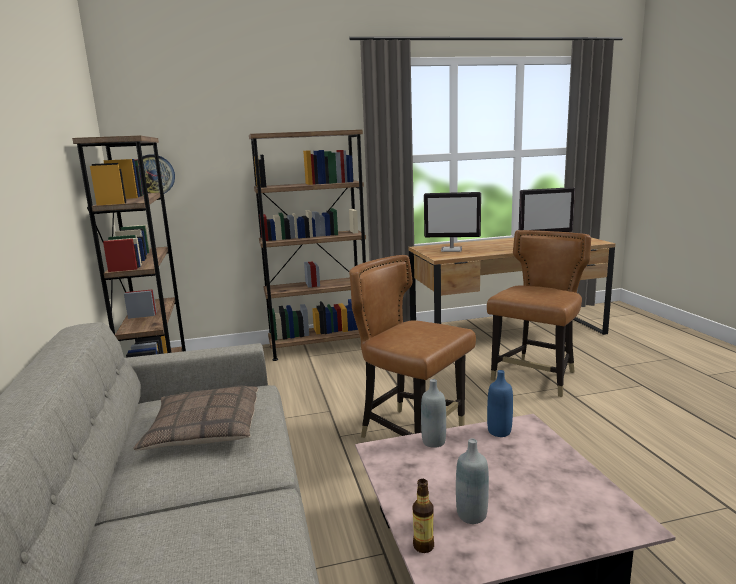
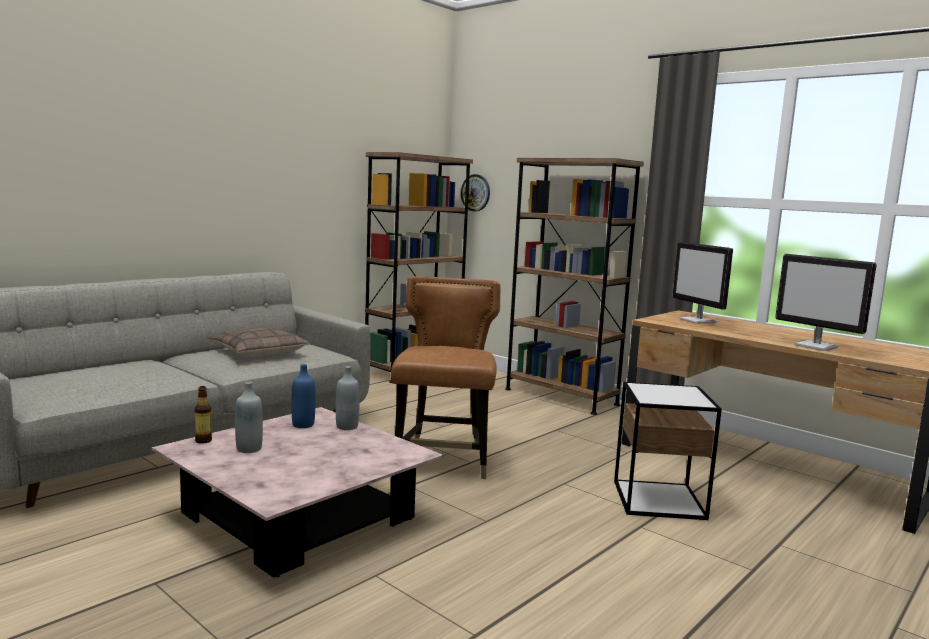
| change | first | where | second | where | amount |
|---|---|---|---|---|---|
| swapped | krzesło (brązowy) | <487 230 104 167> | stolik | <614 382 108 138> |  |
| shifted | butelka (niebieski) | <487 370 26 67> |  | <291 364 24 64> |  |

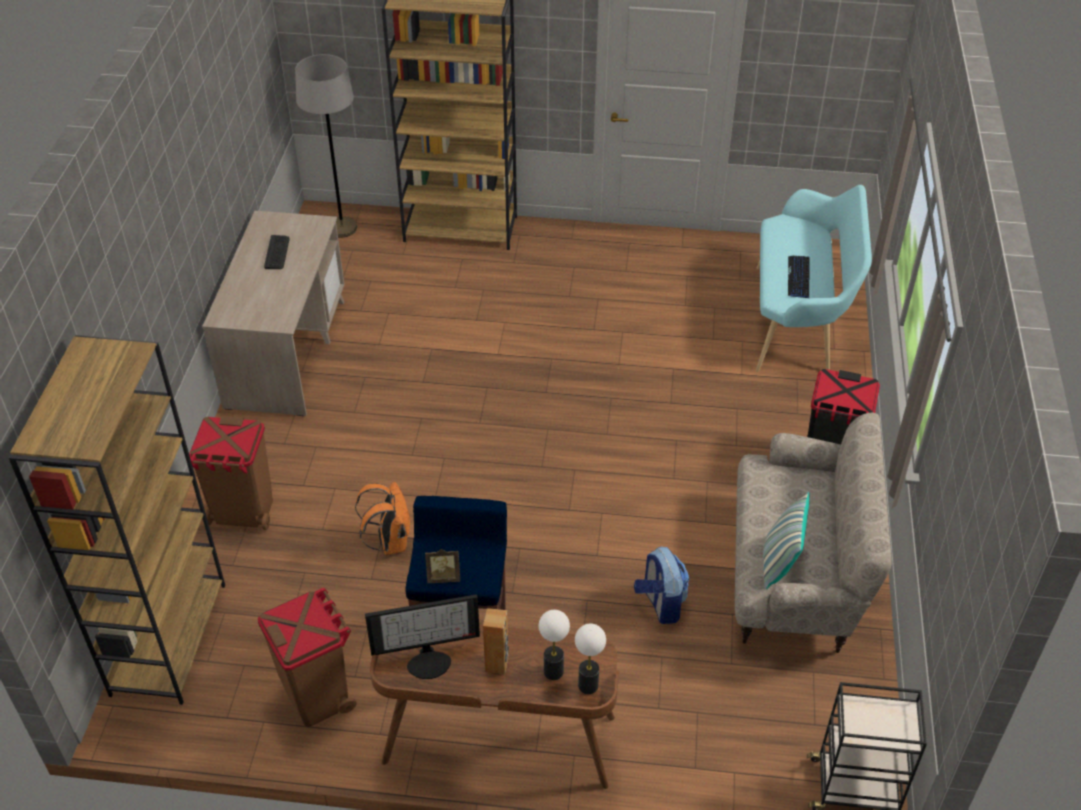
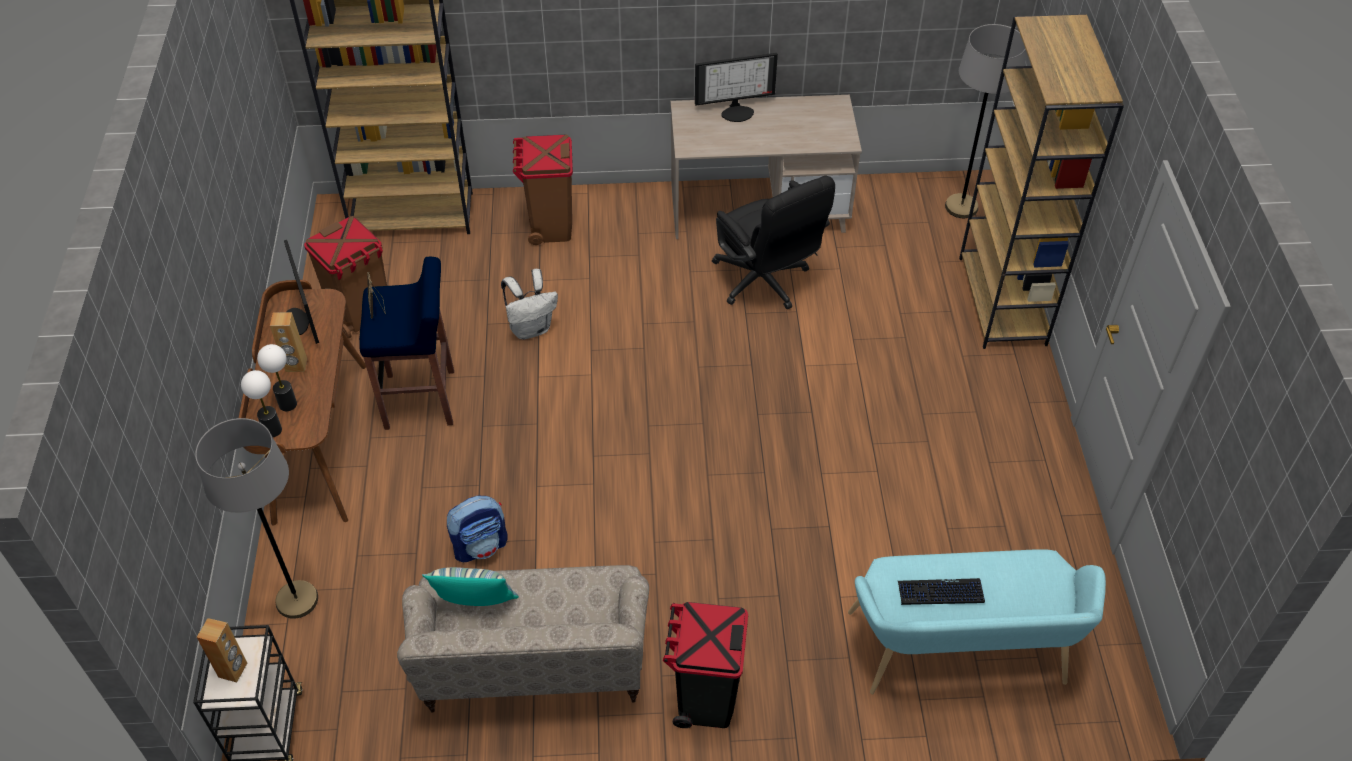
| change | first | where | second | where | amount |
|---|---|---|---|---|---|
| gone | klawiatura | <264 235 26 34> |  |  |  |
| repainted | plecak (pomarańczowy) | <355 482 55 73> | plecak (biały) | <501 269 57 71> |  |
| new |  |  | monitor | <695 53 83 69> |  |
| new |  |  | krzesło biurowe (czarny) | <712 176 123 133> |  |
| new |  |  | lampa stojąca (szary) | <195 418 123 201> |  |
| new |  |  | głośnik (brązowy) | <197 618 50 64> |  |

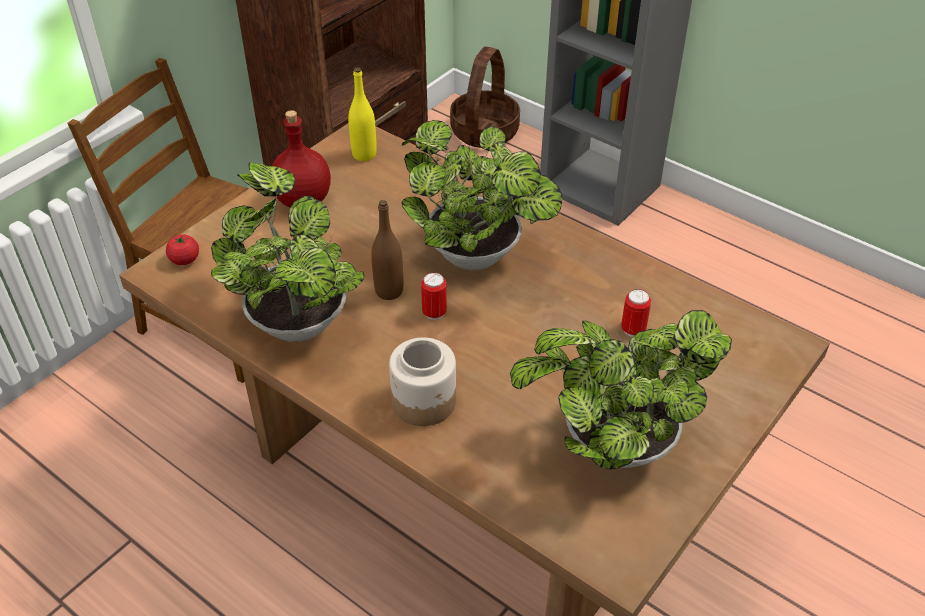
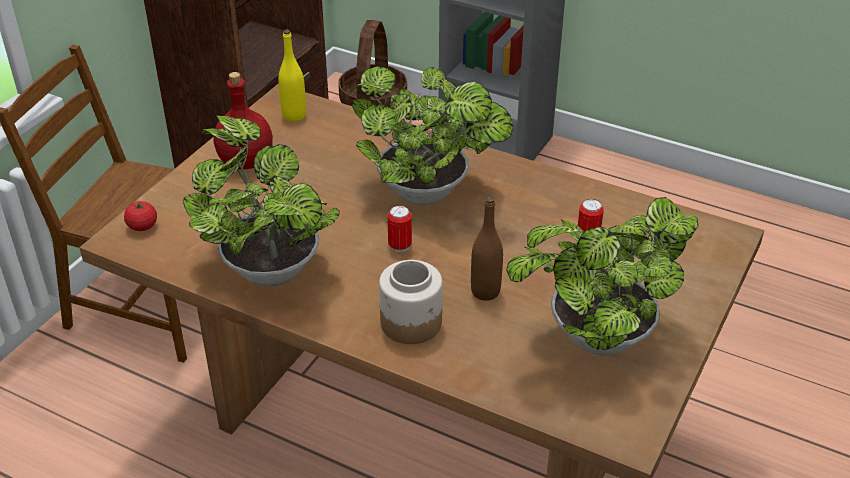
| change | first | where | second | where | amount |
|---|---|---|---|---|---|
| shifted | butelka (brązowy) | <371 200 32 100> |  | <471 197 32 104> |  |

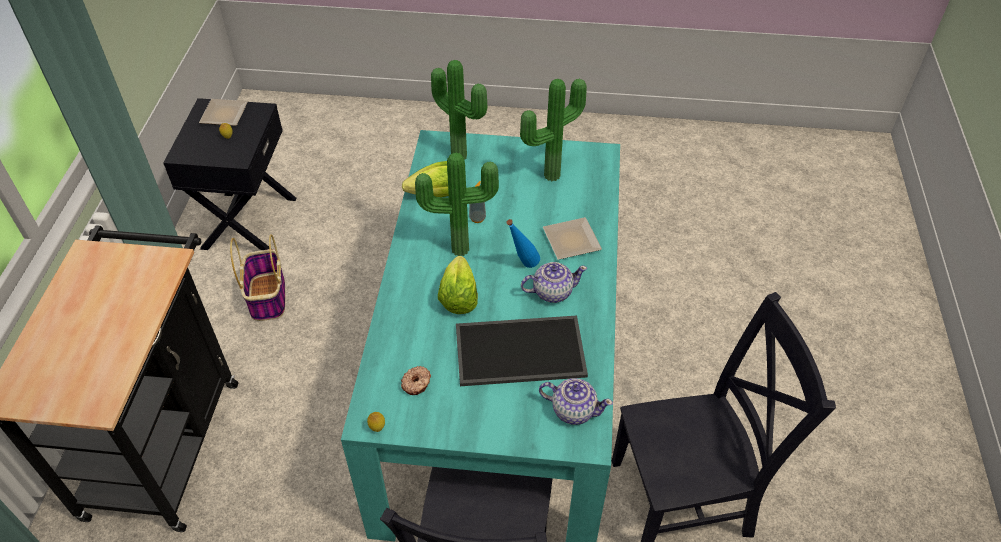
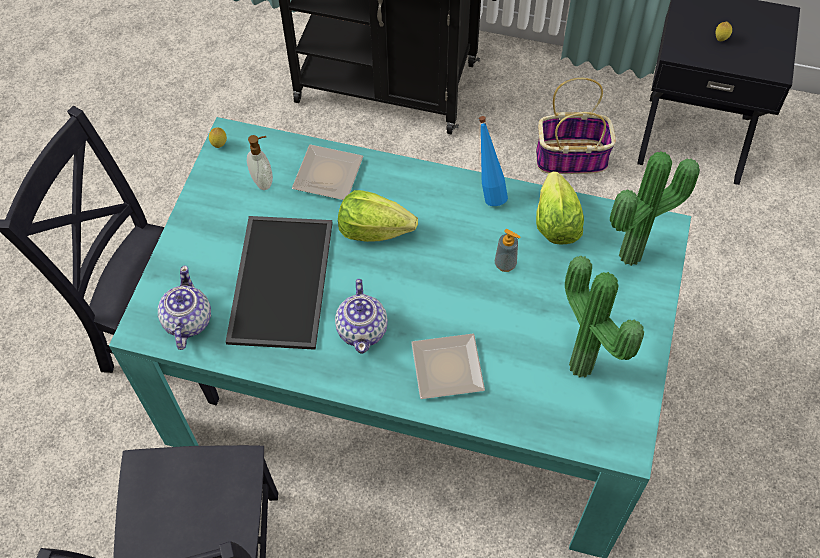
| change | first | where | second | where | amount |
|---|---|---|---|---|---|
| shifted | talerz | <199 99 49 27> |  | <292 144 71 56> |  |
| gone | roślina doniczkowa | <415 152 84 104> |  |  |  |
| shifted | butelka (niebieski) | <506 219 34 49> |  | <478 116 30 90> |  |
| swapped | donut | <401 366 30 29> | dozownik mydła | <247 135 26 55> |  |
| rotated | imbryk | <539 378 74 47> |  | <158 265 53 85> | 150 degrees clockwise |

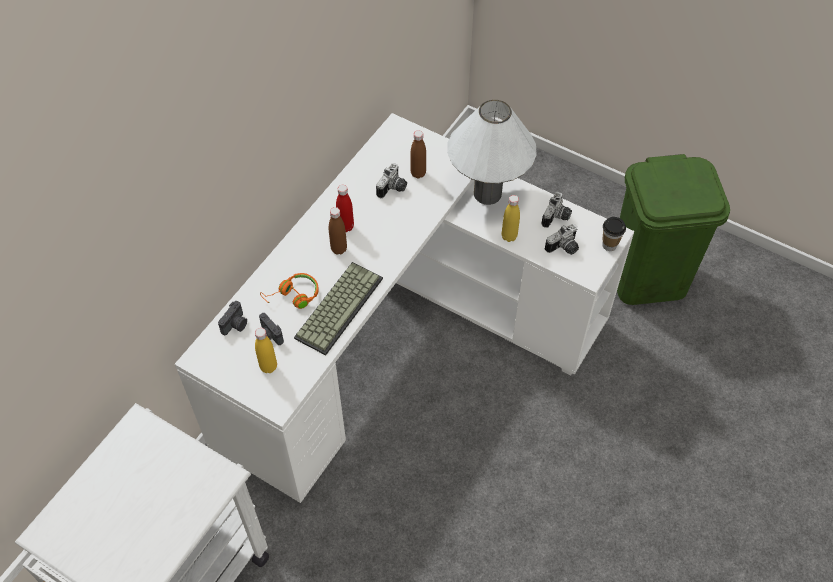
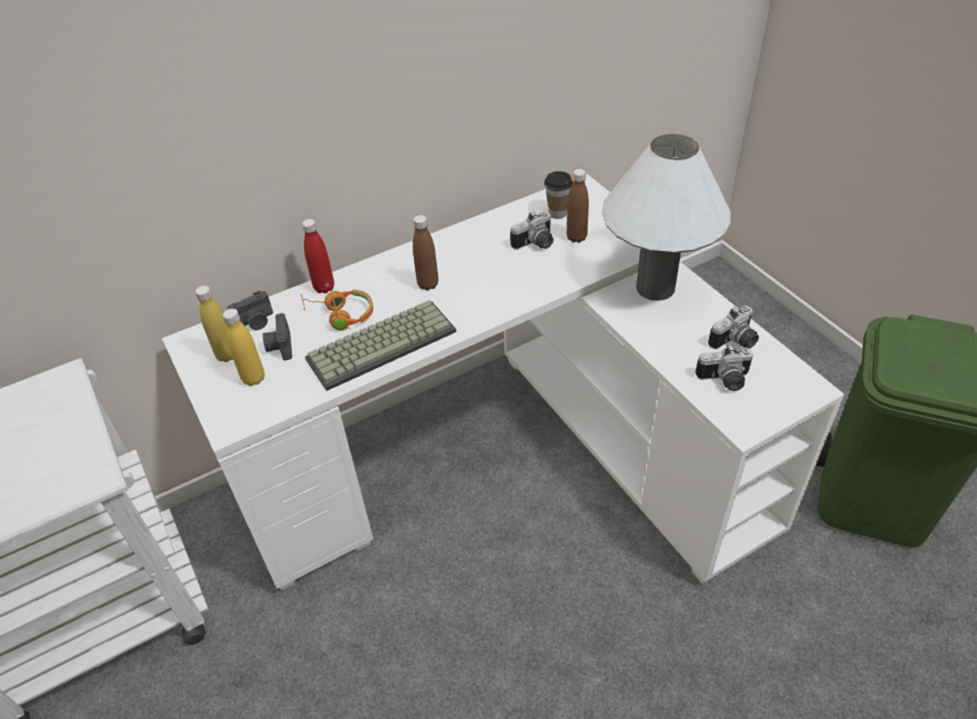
| change | first | where | second | where | amount |
|---|---|---|---|---|---|
| shifted | butelka (czerwony) | <336 185 18 47> |  | <302 219 32 74> |  |
| shifted | butelka (żółty) | <502 195 18 47> |  | <195 285 38 77> |  |
| shifted | filiżanka | <602 217 24 34> |  | <544 171 29 48> |  |

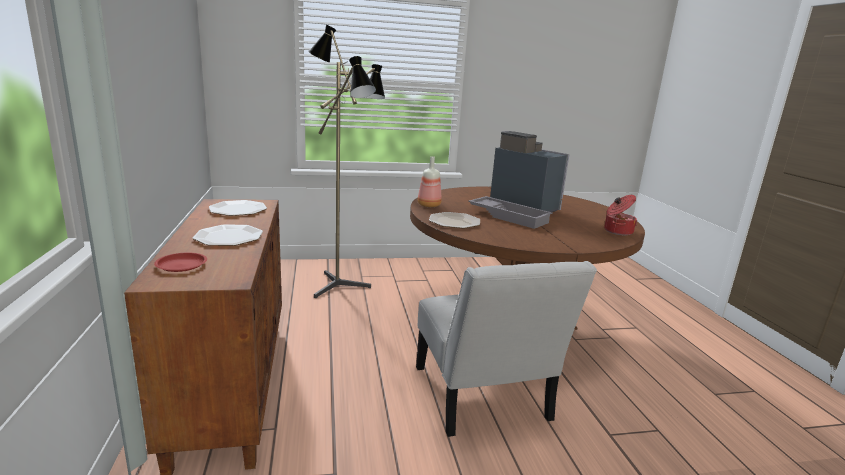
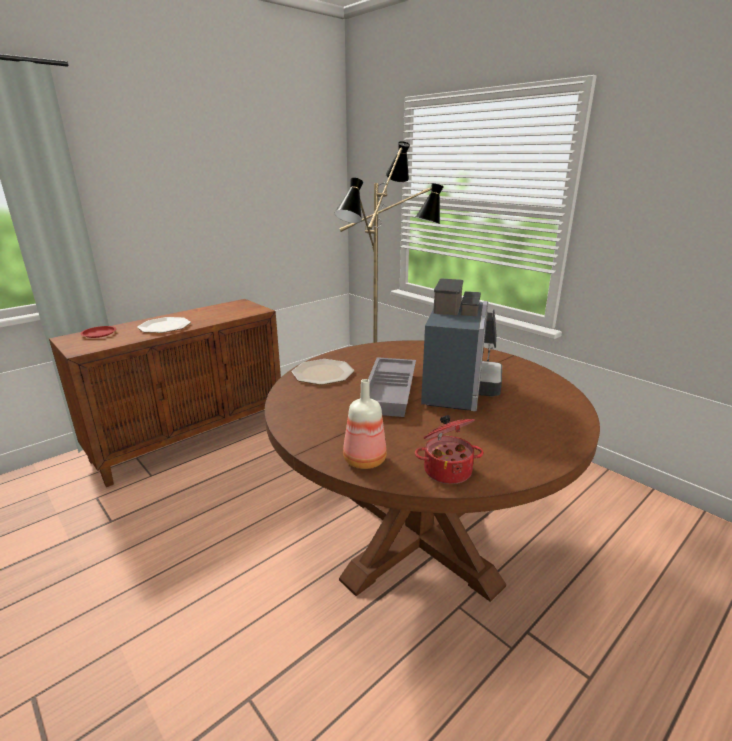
| change | first | where | second | where | amount |
|---|---|---|---|---|---|
| shifted | butelka | <418 156 24 51> |  | <343 379 44 90> |  |
| gone | talerz | <209 200 58 16> |  |  |  |
| gone | krzesło (biały) | <416 261 181 176> |  |  |  |

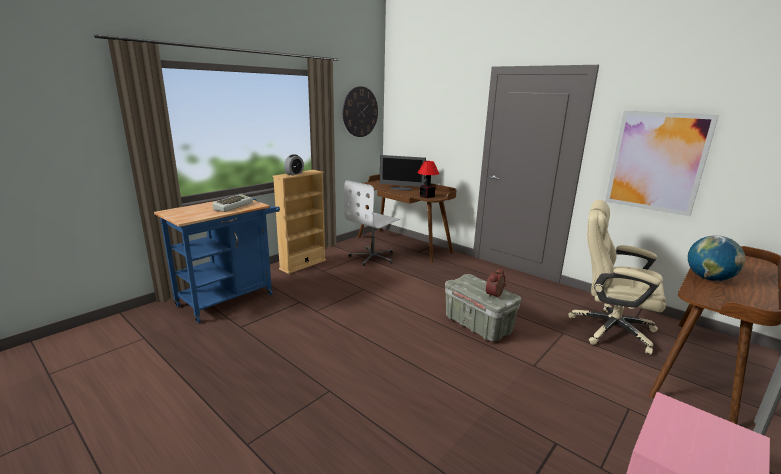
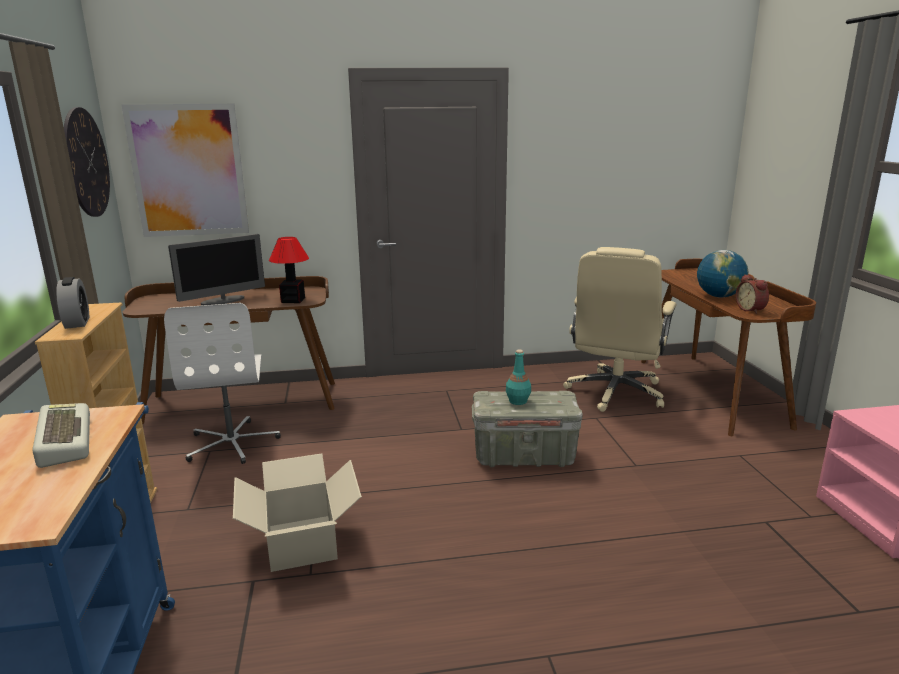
| change | first | where | second | where | amount |
|---|---|---|---|---|---|
| shifted | obraz | <605 111 114 105> |  | <122 104 127 133> |  |
| rotated | krzesło biurowe (beżowy) | <568 200 98 155> |  | <563 247 114 165> | 45 degrees counterclockwise |
| shifted | budzik | <486 269 20 29> |  | <736 274 33 40> |  |
| new |  |  | butelka (turkusowy) | <506 350 25 55> |  |
| new |  |  | karton | <233 453 129 119> |  |

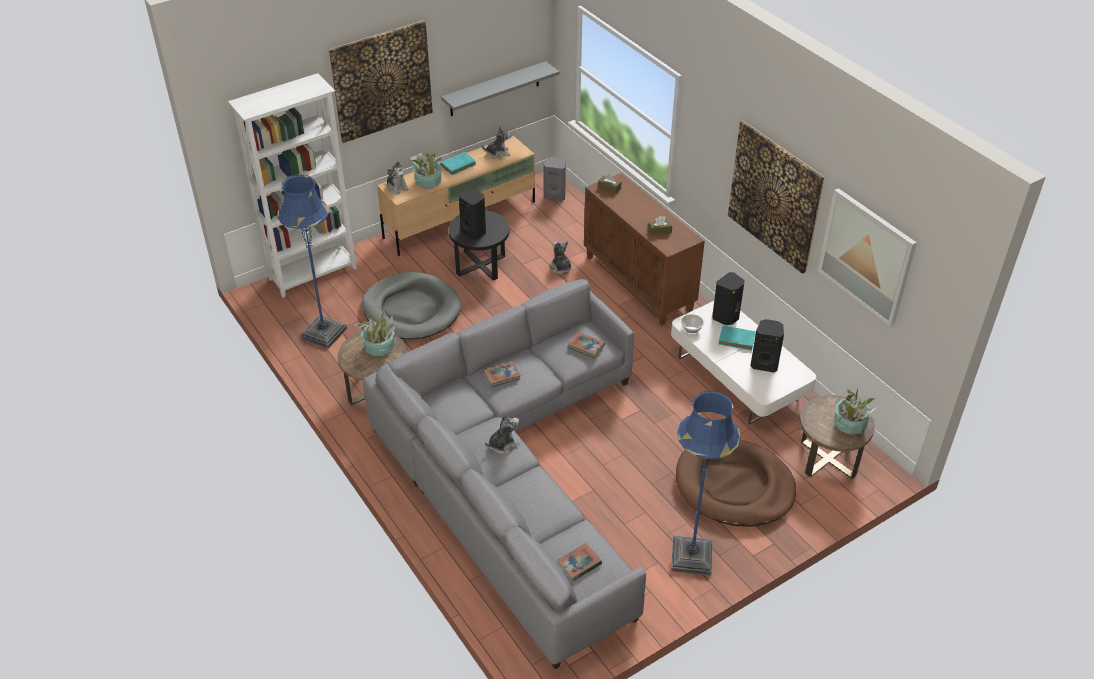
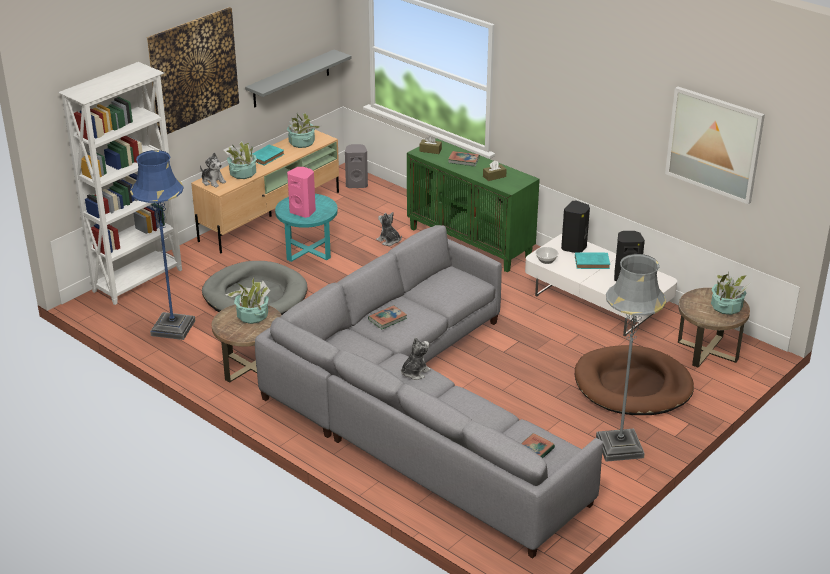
| change | first | where | second | where | amount |
|---|---|---|---|---|---|
| gone | obraz | <728 121 96 153> |  |  |  |
| swapped | pluszak | <482 127 29 32> | roślina doniczkowa | <285 113 36 35> |  |
| repainted | szafka (brązowy) | <584 173 121 152> | szafka (zielony) | <407 138 133 135> |  |
| repainted | głośnik (czarny) | <459 189 27 51> | głośnik (różowy) | <287 167 29 51> |  |
| repainted | stolik (czarny) | <448 210 62 70> | stolik (turkusowy) | <275 194 63 68> |  |
| shifted | książka | <568 332 37 26> |  | <448 151 32 16> |  |
| repainted | lampa stojąca (niebieski) | <671 391 70 185> | lampa stojąca (szary) | <596 254 70 208> |  |

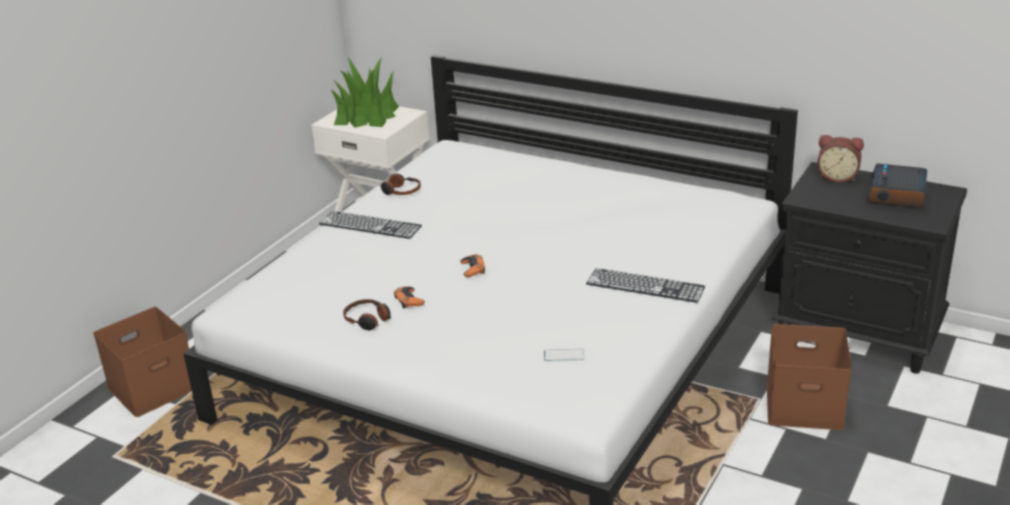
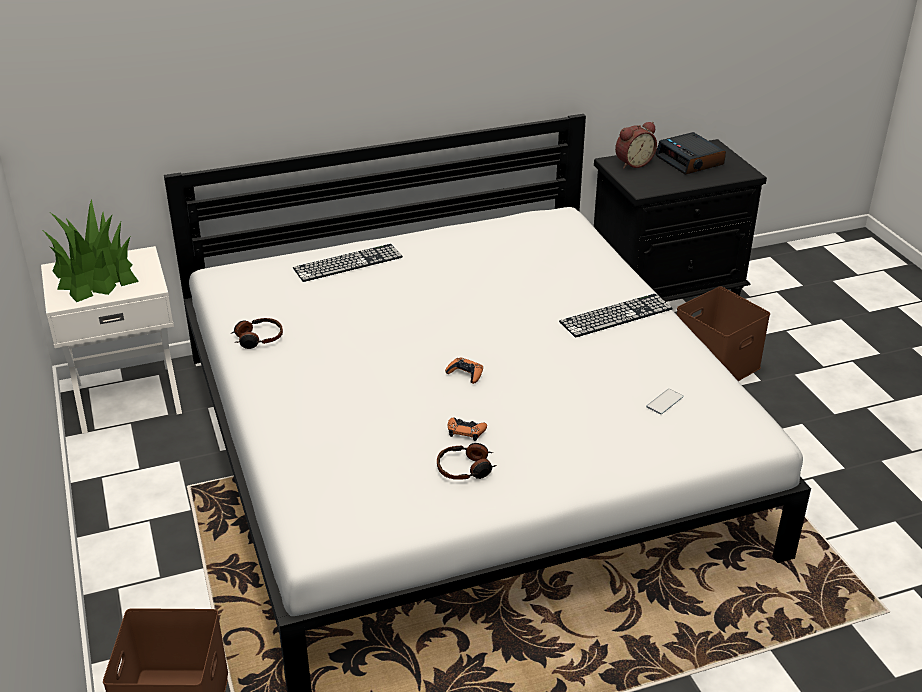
| change | first | where | second | where | amount |
|---|---|---|---|---|---|
| shifted | klawiatura | <319 211 103 28> |  | <293 244 110 38> |  |

